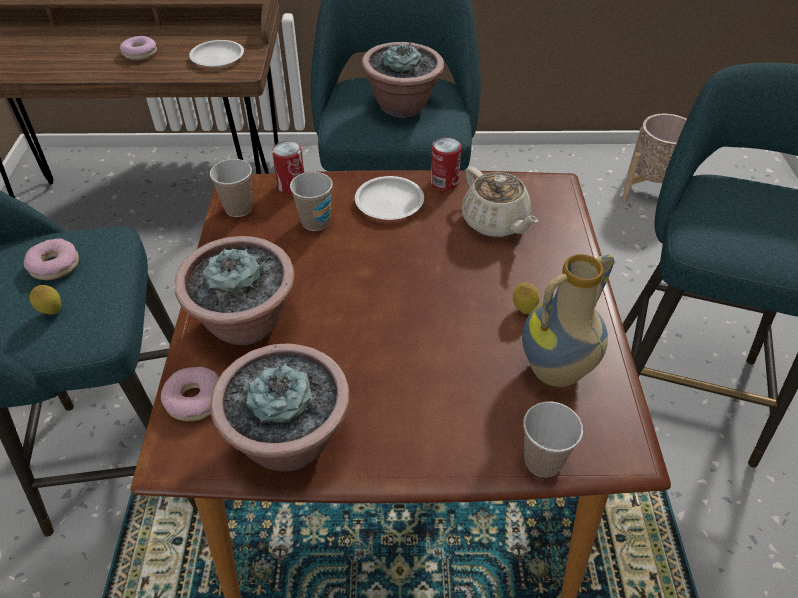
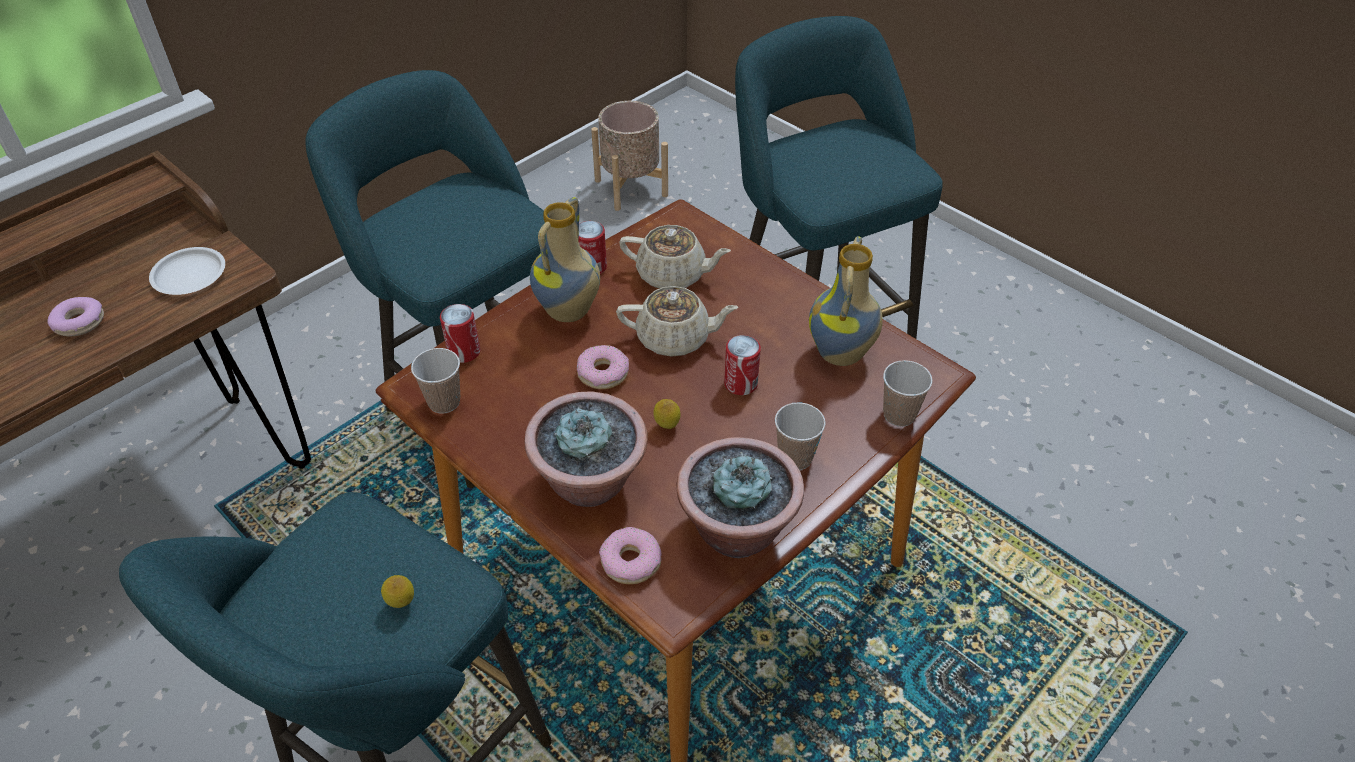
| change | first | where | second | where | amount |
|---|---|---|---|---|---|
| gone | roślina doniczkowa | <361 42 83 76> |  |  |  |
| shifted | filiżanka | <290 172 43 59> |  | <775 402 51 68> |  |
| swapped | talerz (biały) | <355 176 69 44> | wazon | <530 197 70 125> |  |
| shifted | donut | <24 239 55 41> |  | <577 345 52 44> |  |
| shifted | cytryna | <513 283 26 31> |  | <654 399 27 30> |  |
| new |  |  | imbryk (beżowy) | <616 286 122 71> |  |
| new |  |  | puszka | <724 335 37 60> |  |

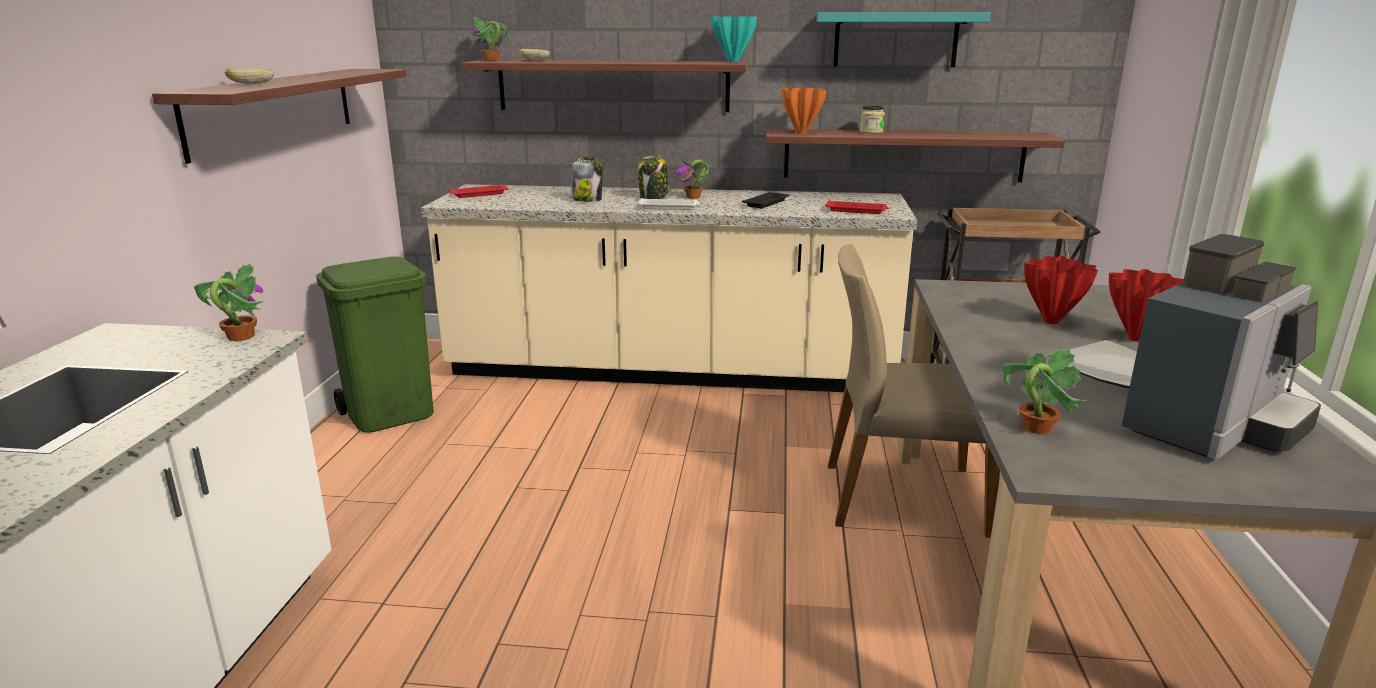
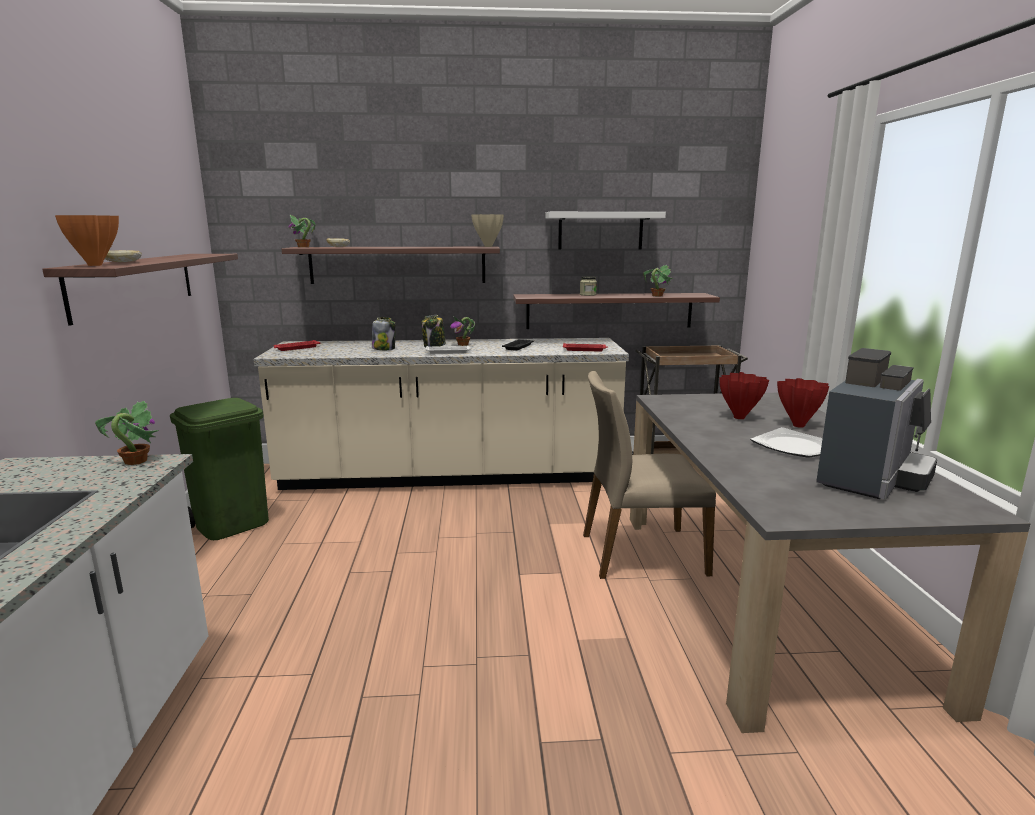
| change | first | where | second | where | amount |
|---|---|---|---|---|---|
| repainted | półka (turkusowy) | <817 12 174 55> | półka (biały) | <545 212 121 38> |  |
| repainted | wazon (turkusowy) | <711 17 46 45> | wazon (beżowy) | <471 214 33 33> |  |
| shifted | wazon (pomarańczowy) | <781 88 46 46> |  | <55 215 64 51> |  |
| shifted | roślina doniczkowa | <1002 349 85 86> |  | <643 265 30 31> |  |

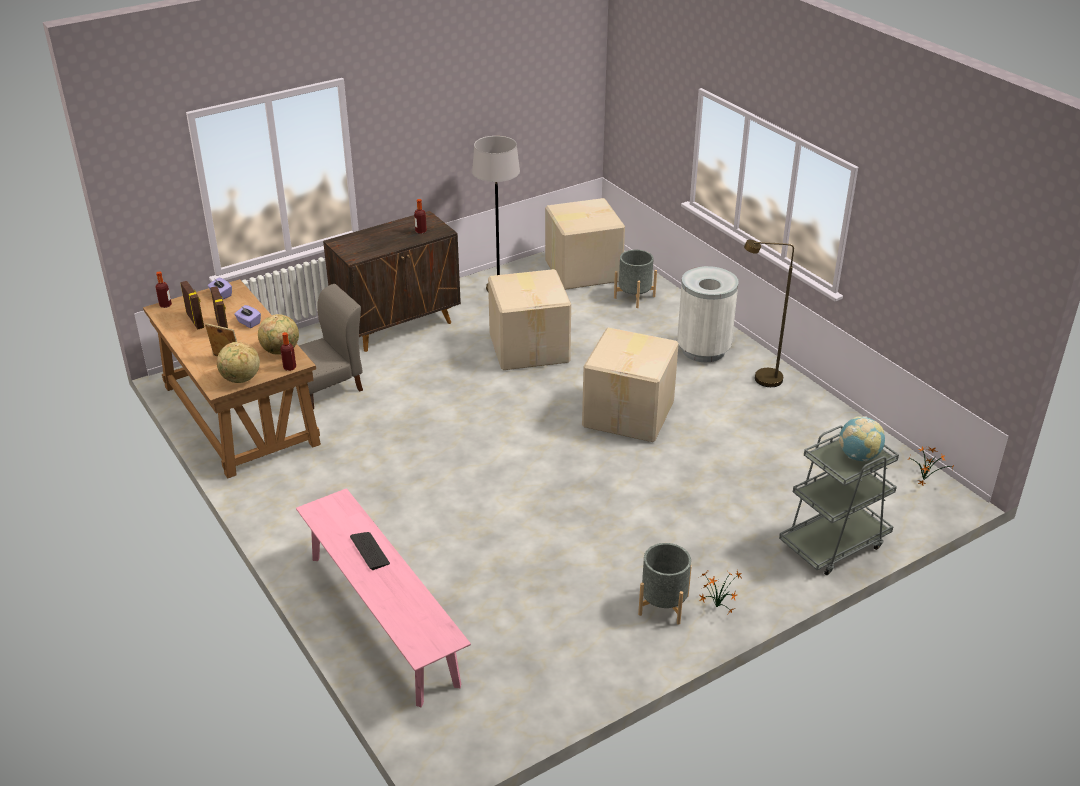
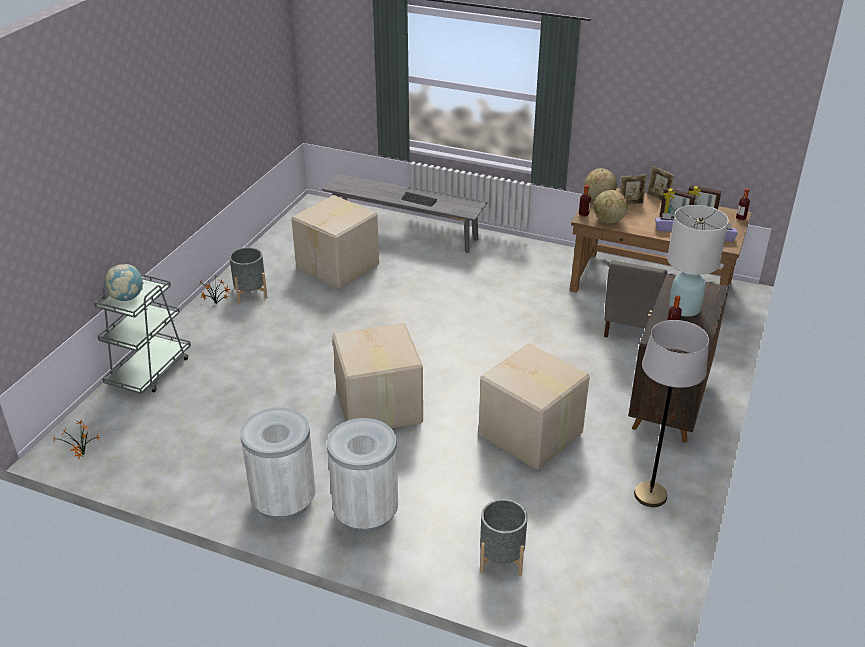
| change | first | where | second | where | amount |
|---|---|---|---|---|---|
| shifted | karton | <545 198 80 92> |  | <291 195 88 94> |  |
| swapped | lampa stojąca (brązowy) | <744 240 50 147> | kosz na śmieci (biały) | <240 407 76 114> |  |
| repainted | ławka (różowy) | <296 488 175 219> | ławka (szary) | <322 174 166 79> |  |
| new |  |  | ramka na zdjęcie | <646 166 29 35> |  |
| new |  |  | lampa stołowa (biały) | <667 205 62 112> |  |

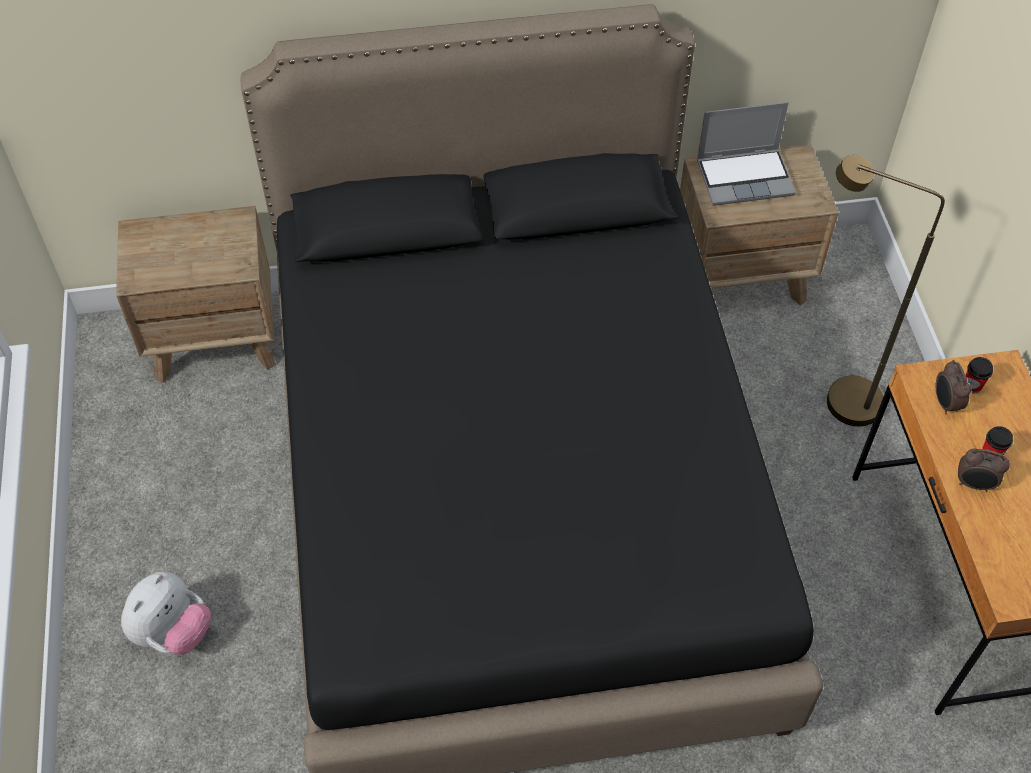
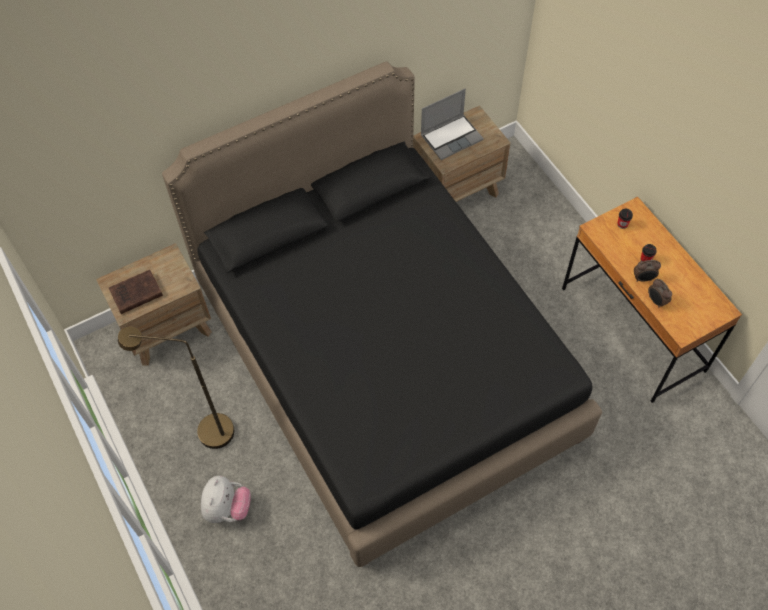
| change | first | where | second | where | amount |
|---|---|---|---|---|---|
| shifted | lampa stojąca (brązowy) | <827 155 118 271> |  | <118 326 116 123> |  |
| shifted | budzik | <936 360 35 55> |  | <648 279 24 29> |  |
| new |  |  | książka (brązowy) | <109 270 54 44> |  |

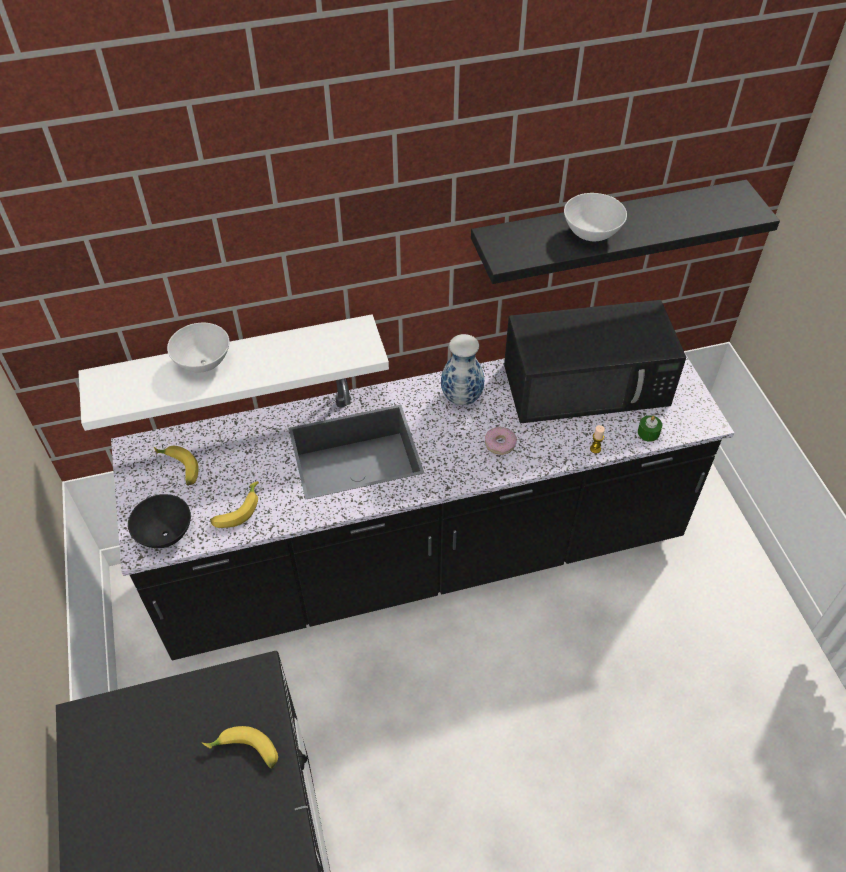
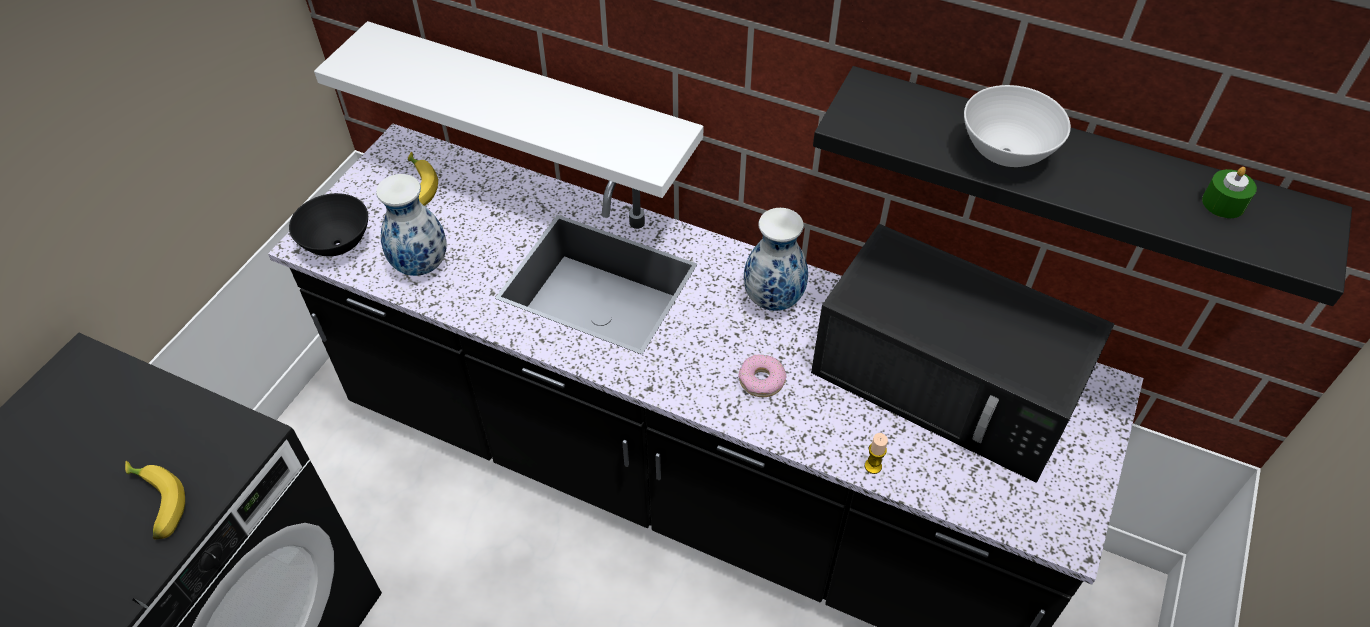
| change | first | where | second | where | amount |
|---|---|---|---|---|---|
| gone | miska (biały) | <167 323 62 50> |  |  |  |
| shifted | świeca (zielony) | <638 415 24 27> |  | <1202 167 55 51> |  |
| swapped | banan | <210 481 49 47> | wazon | <376 174 71 102> |  |

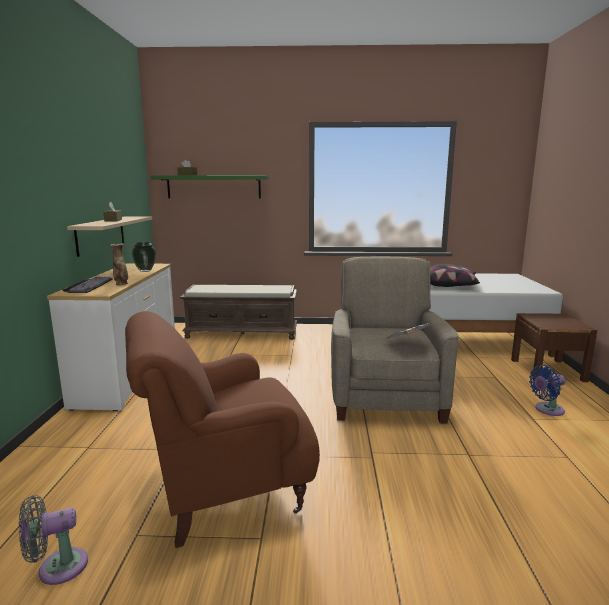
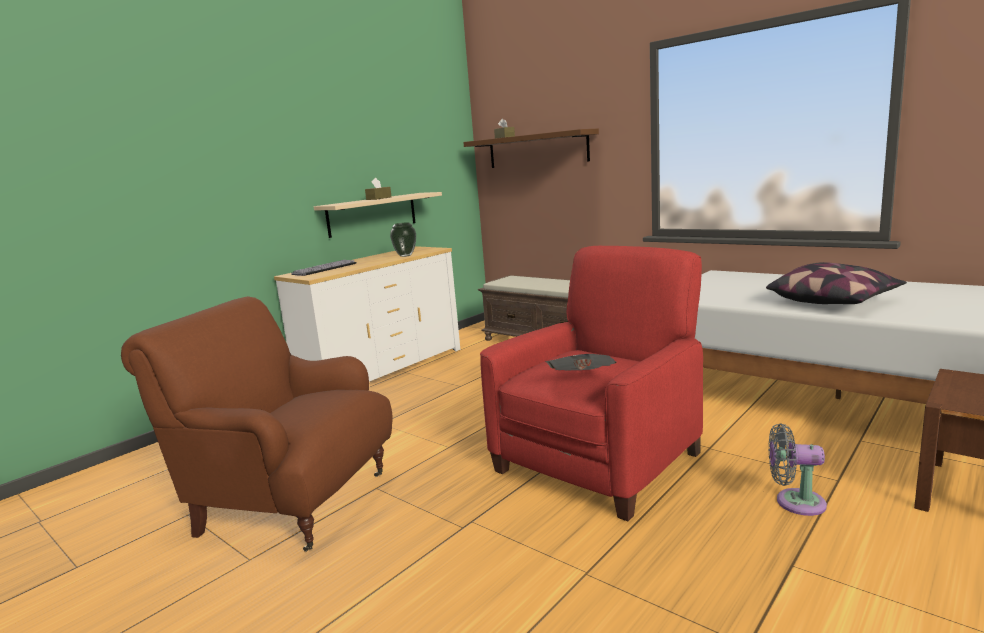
| change | first | where | second | where | amount |
|---|---|---|---|---|---|
| repainted | półka (zielony) | <150 175 119 23> | półka (brązowy) | <463 129 136 39> |  |
| gone | wazon | <110 243 18 42> |  |  |  |
| repainted | fotel (beżowy) | <331 257 128 167> | fotel (czerwony) | <480 246 223 275> |  |
| gone | wentylator (niebieski) | <529 365 37 51> |  |  |  |
| shifted | wentylator (szary) | <19 496 69 89> |  | <769 423 58 93> |  |

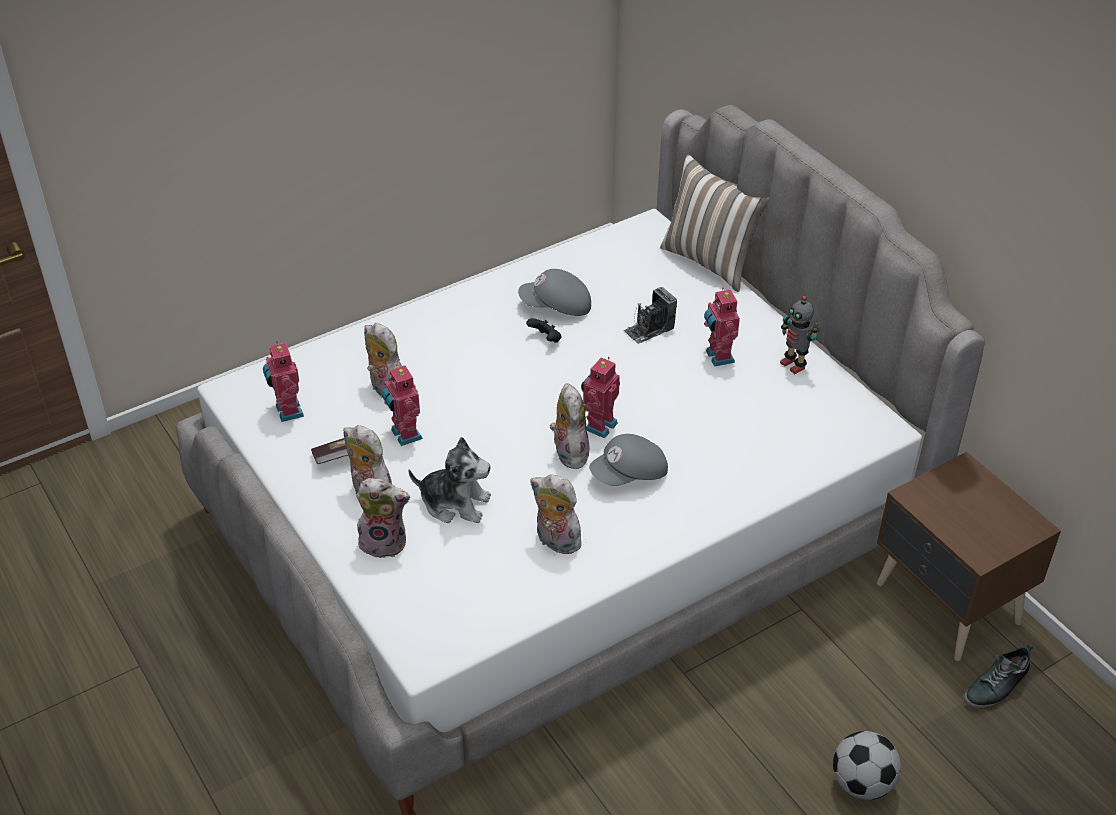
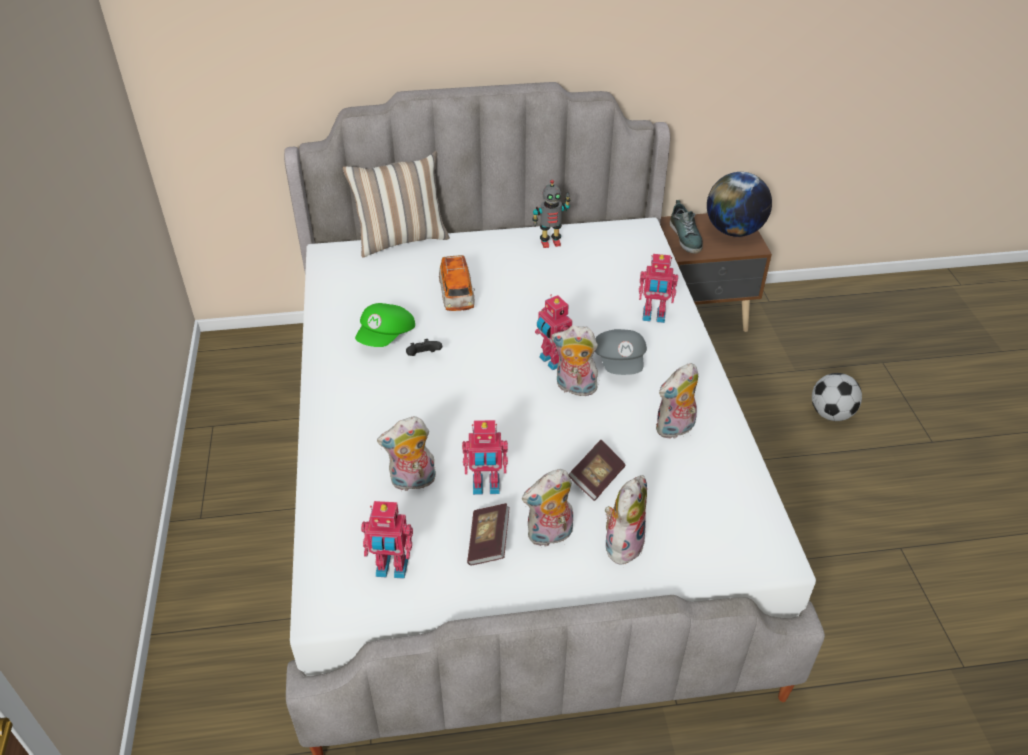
| change | first | where | second | where | amount |
|---|---|---|---|---|---|
| repainted | czapka z daszkiem (szary) | <518 269 73 47> | czapka z daszkiem (zielony) | <355 303 60 44> |  |
| swapped | aparat fotograficzny | <623 287 54 57> | samochodzik | <439 255 36 56> |  |
| shifted | robot zabawkowy | <704 287 36 80> |  | <639 254 39 69> |  |
| swapped | pluszak | <408 437 83 86> | książka | <568 440 57 61> |  |
| shifted | but | <964 644 69 65> |  | <670 200 33 54> |  |
| new |  |  | globus | <707 172 65 65> |  |

